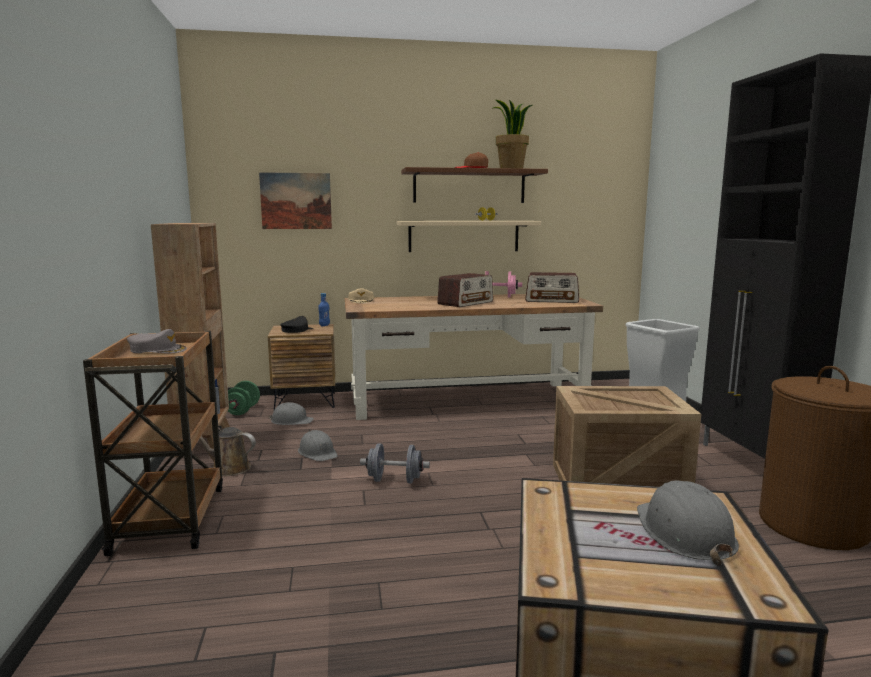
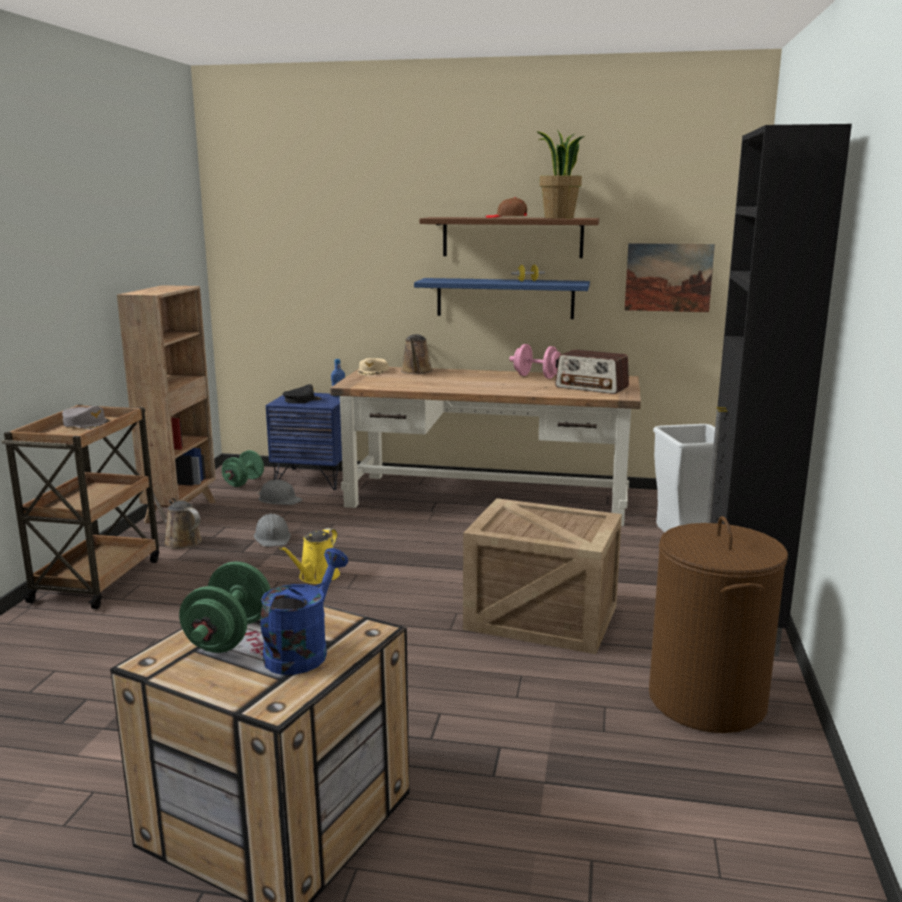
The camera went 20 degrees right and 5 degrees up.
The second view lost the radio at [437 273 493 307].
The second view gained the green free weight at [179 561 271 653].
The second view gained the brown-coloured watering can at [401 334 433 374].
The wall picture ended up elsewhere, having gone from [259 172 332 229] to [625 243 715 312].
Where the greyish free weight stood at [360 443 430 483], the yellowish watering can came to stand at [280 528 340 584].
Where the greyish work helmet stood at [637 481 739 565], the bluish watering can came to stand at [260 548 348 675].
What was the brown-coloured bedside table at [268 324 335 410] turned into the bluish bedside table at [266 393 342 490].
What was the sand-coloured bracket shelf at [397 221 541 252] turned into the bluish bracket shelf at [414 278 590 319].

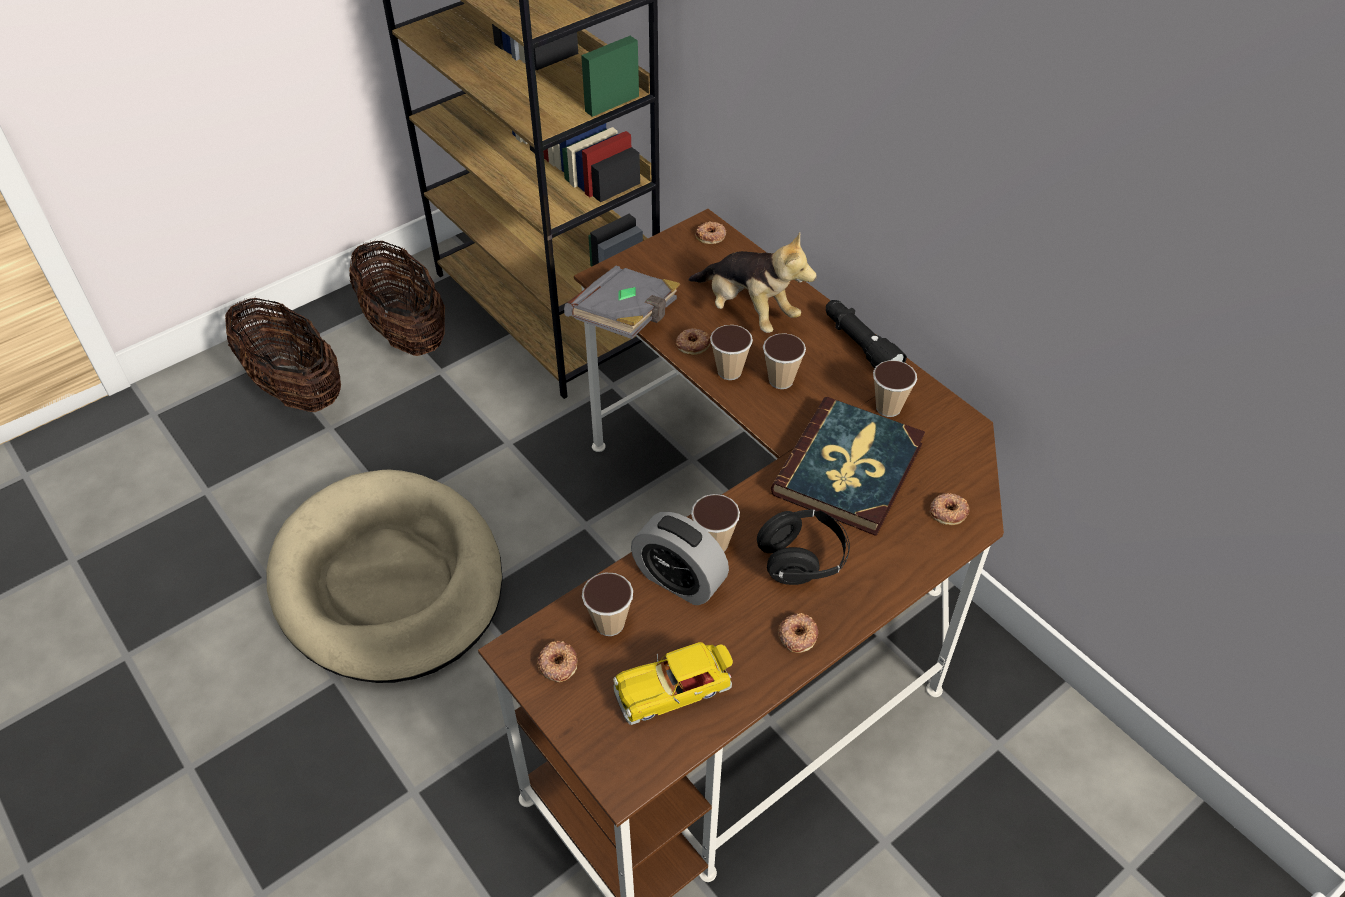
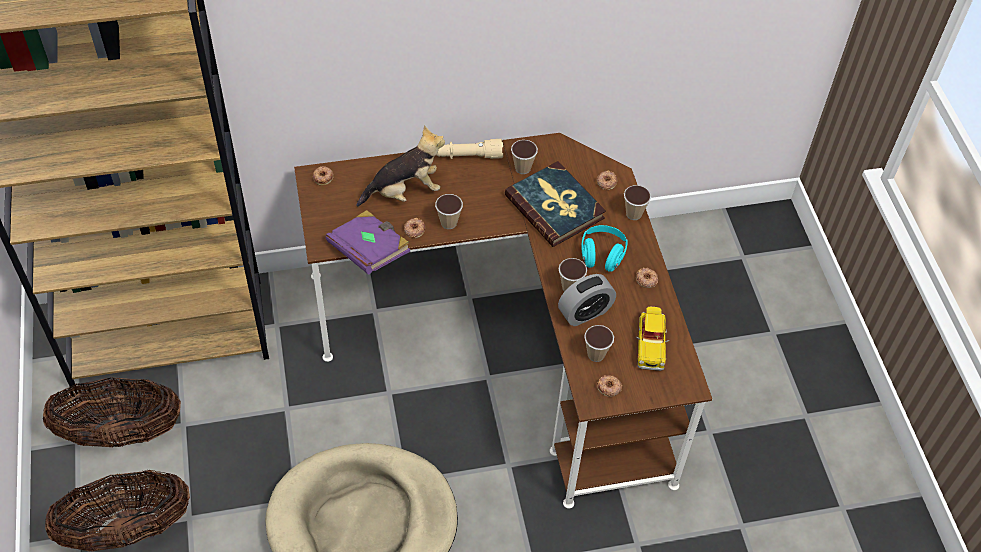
The camera went 65 degrees left and 5 degrees up.
The cup ended up elsewhere, having gone from [763 333 806 389] to [624 185 651 220].
What was the greyish book at [564 266 680 339] turned into the purplish book at [325 210 410 275].
What was the blackish headset at [757 509 850 585] turned into the turquoise headset at [581 225 627 271].
What was the blackish hand torch at [826 300 907 368] turned into the sand-coloured hand torch at [436 139 503 159].

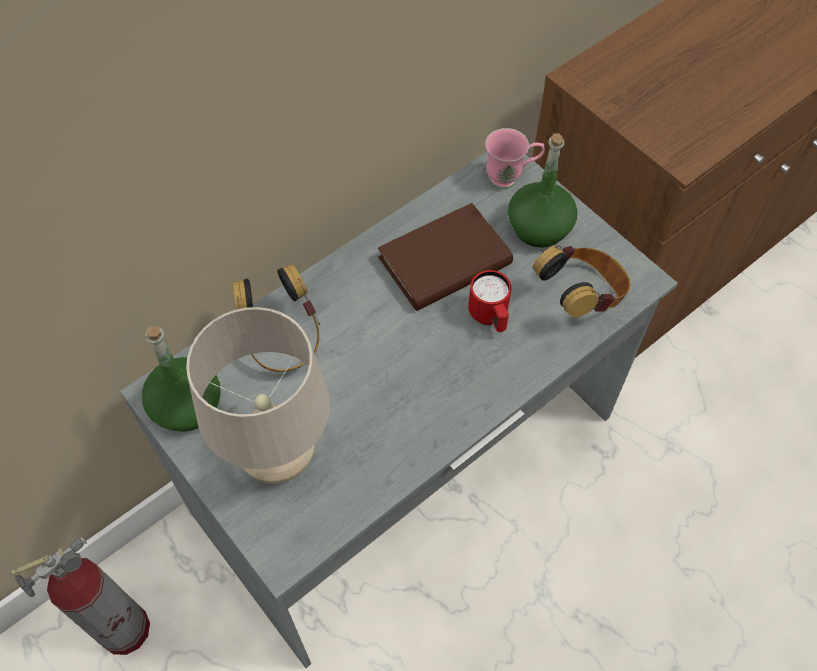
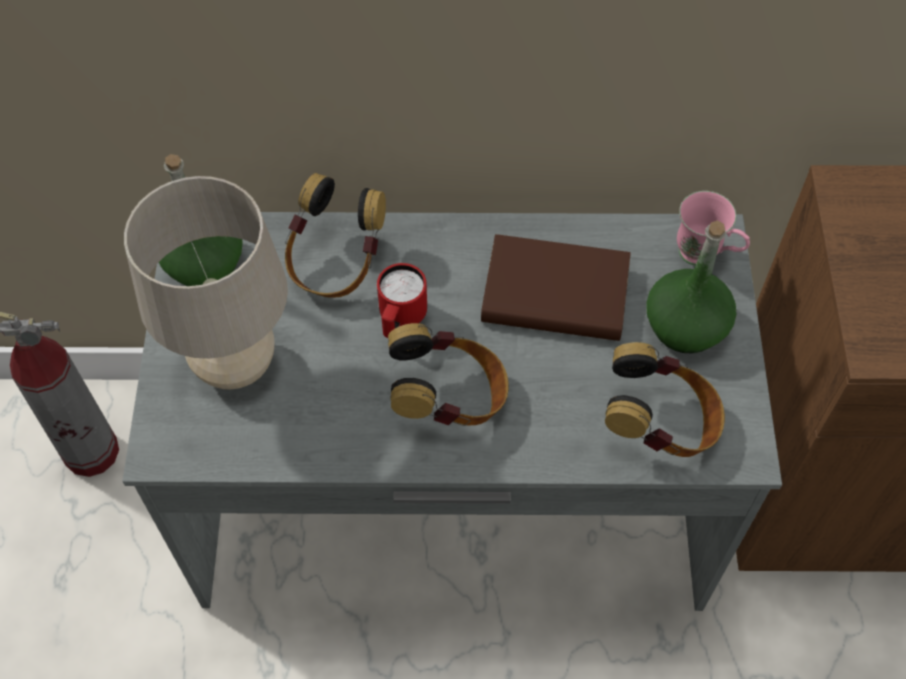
The camera went 40 degrees right and 0 degrees up.
The second view gained the headset at [388 323 509 426].
The red coffee mug ended up elsewhere, having gone from [468 270 511 332] to [377 263 427 338].

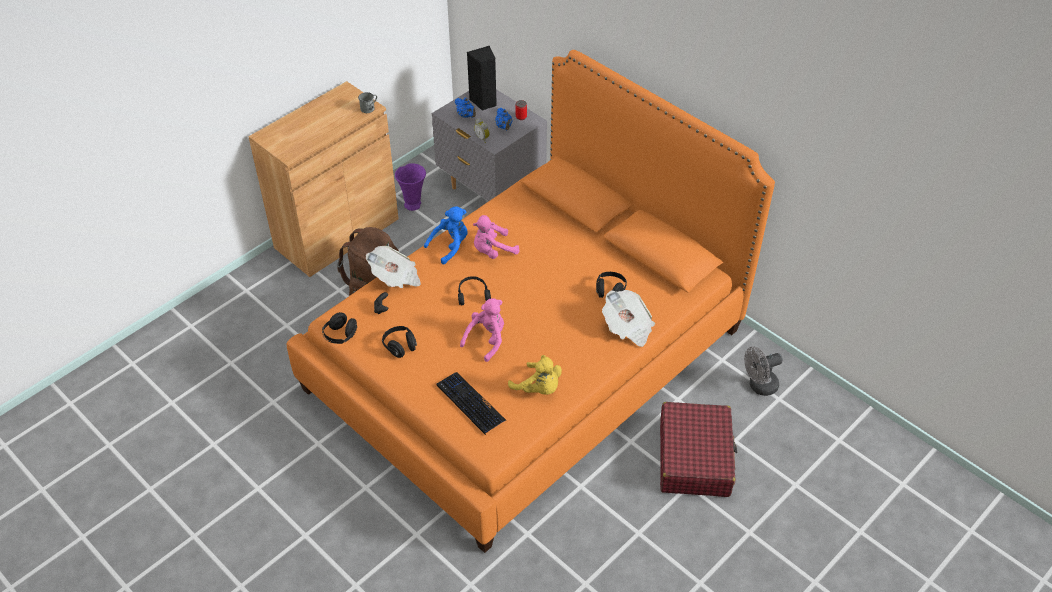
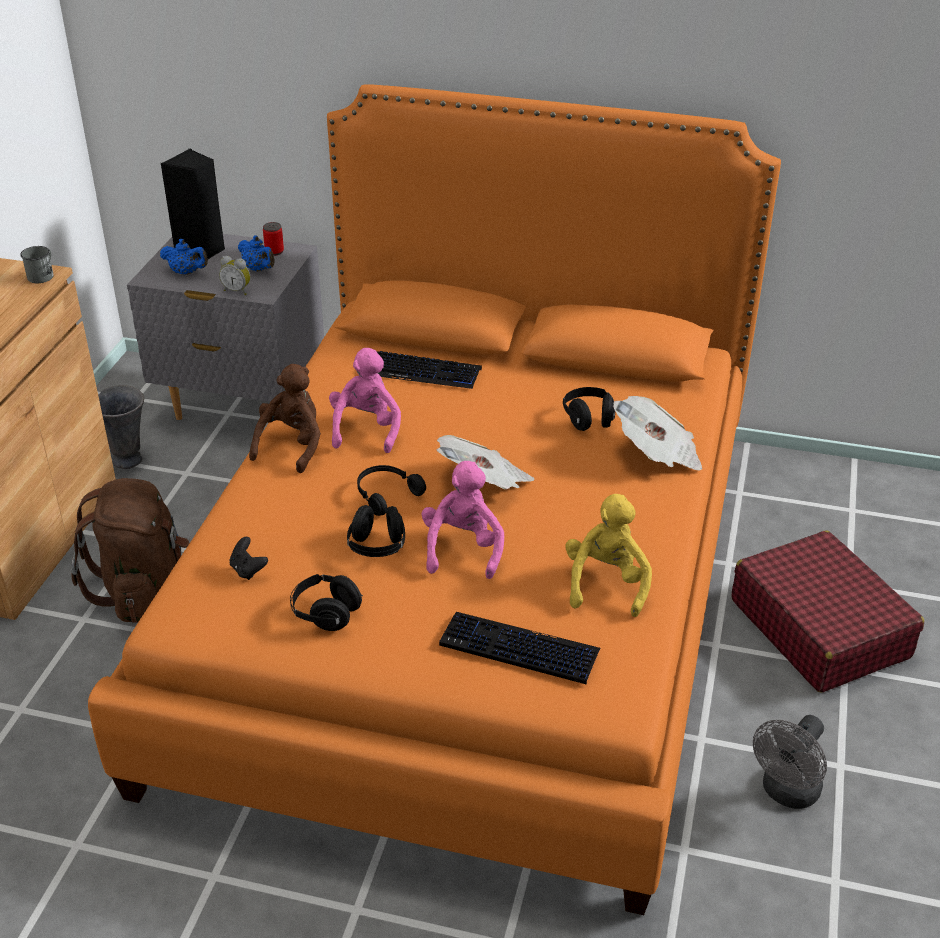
The camera went 30 degrees left and 10 degrees down.
The second view gained the computer keyboard at [376 351 482 389].
The blackish headset ended up elsewhere, having gone from [322 312 357 344] to [347 505 405 557].
The daily paper ended up elsewhere, having gone from [366 246 421 288] to [436 435 535 489].
The greyish fan ended up elsewhere, having gone from [744 347 783 396] to [753 715 827 809].
What was the purplish vase at [395 163 426 211] turned into the greyish vase at [98 385 144 469].
What was the bluish plush toy at [424 206 468 264] turned into the brown-coloured plush toy at [249 364 321 473].
The pink-coloured plush toy at [473 215 520 259] ended up facing another way, 150 degrees clockwise from before.
The yellowish plush toy at [508 355 562 395] ended up facing another way, 90 degrees counterclockwise from before.

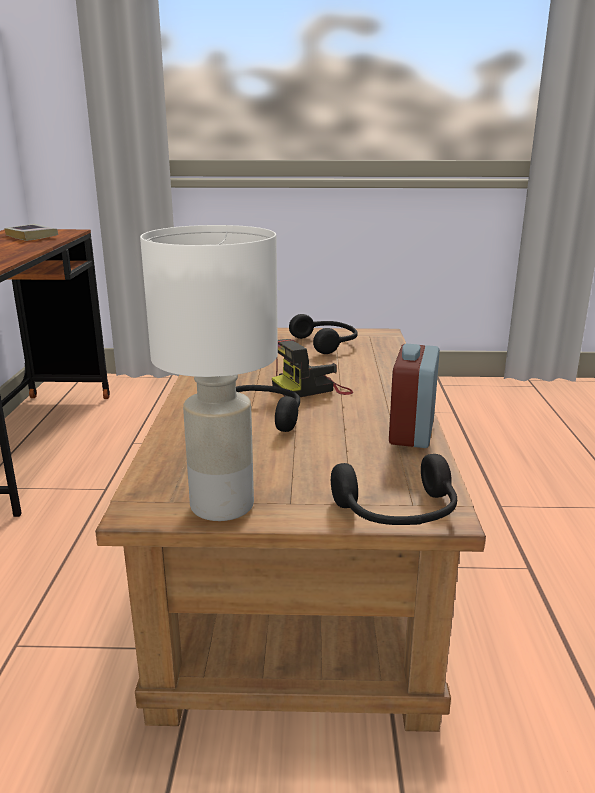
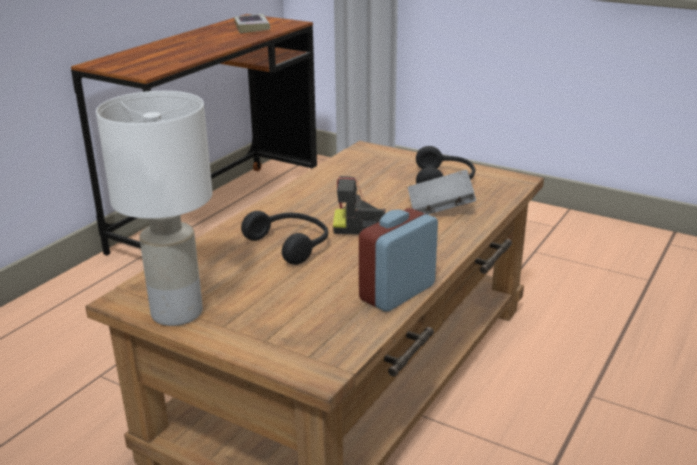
The camera went 30 degrees right and 5 degrees up.
The second view lost the blackish headset at [331 454 457 525].
The second view gained the greyish book at [408 170 476 215].

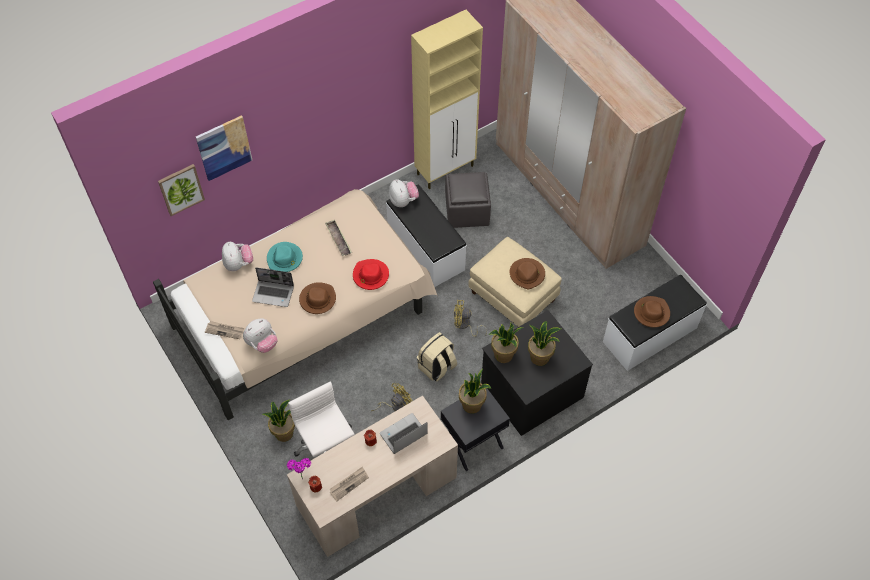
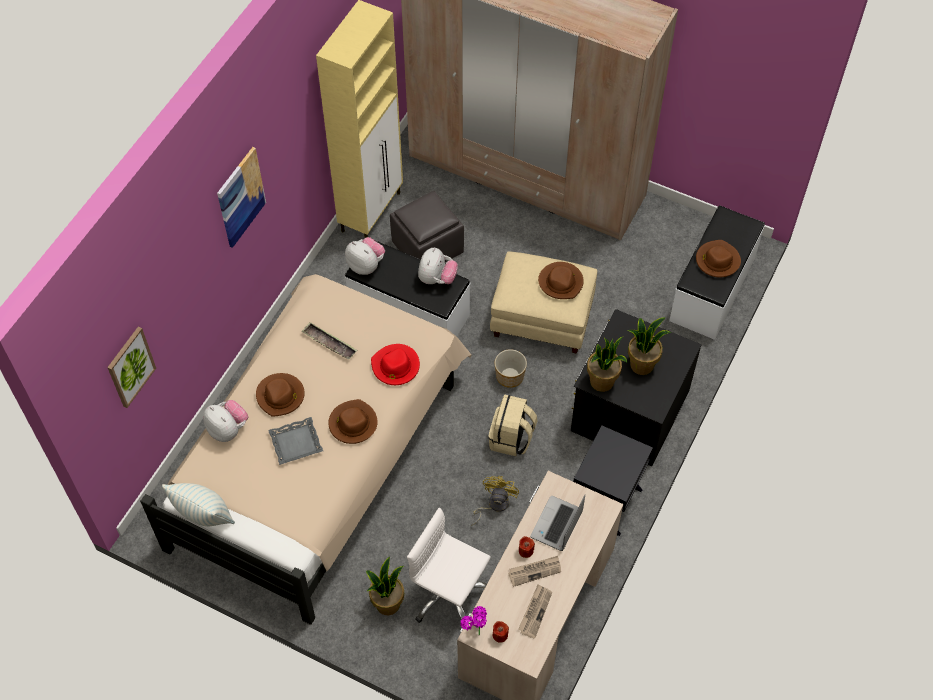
The camera went 30 degrees left and 0 degrees up.
The second view lost the houseplant at [459 369 492 414].
The second view gained the cushion at [162 483 235 526].
The wall picture ended up elsewhere, having gone from [196 115 252 181] to [217 147 266 248].
The daily paper ended up elsewhere, having gone from [205 321 244 339] to [508 556 561 587].
The plush toy ended up elsewhere, having gone from [243 318 278 353] to [418 247 458 284].
Where the laptop stood at [252 267 294 307], the greyish carrying tray came to stand at [268 417 323 465].
Where the yellowish fan stood at [454 300 487 337], the planter came to stand at [495 349 527 388].
What was the turquoise clothing hat at [267 242 303 272] turned into the brown-coloured clothing hat at [256 373 305 417].

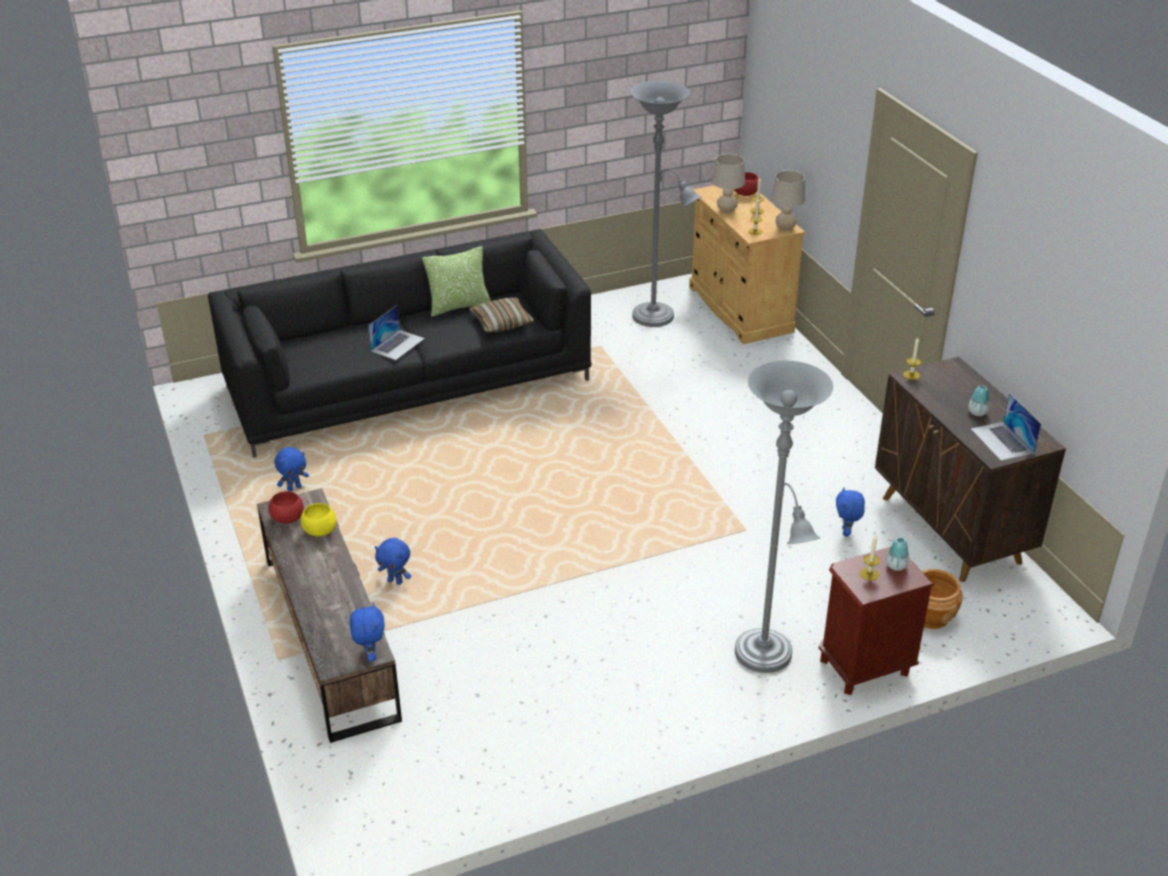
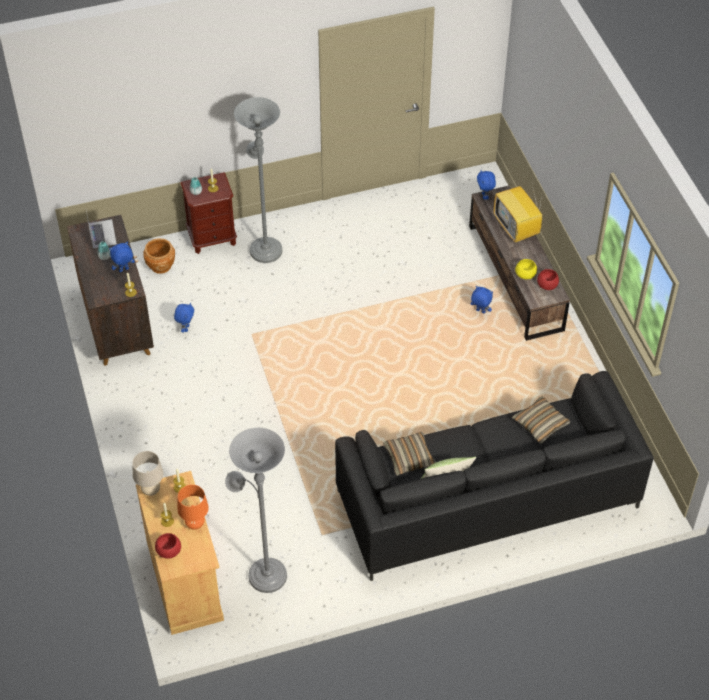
The camera went 175 degrees left and 15 degrees up.
The second view lost the laptop at [368 305 425 360].
The second view gained the TV set at [494 185 542 243].
The second view gained the cushion at [512 397 570 444].
The bluish plush toy ended up elsewhere, having gone from [274 447 309 491] to [109 242 135 272].
What was the sand-coloured tabletop lamp at [712 154 745 213] turned into the orange-coloured tabletop lamp at [178 485 209 530].

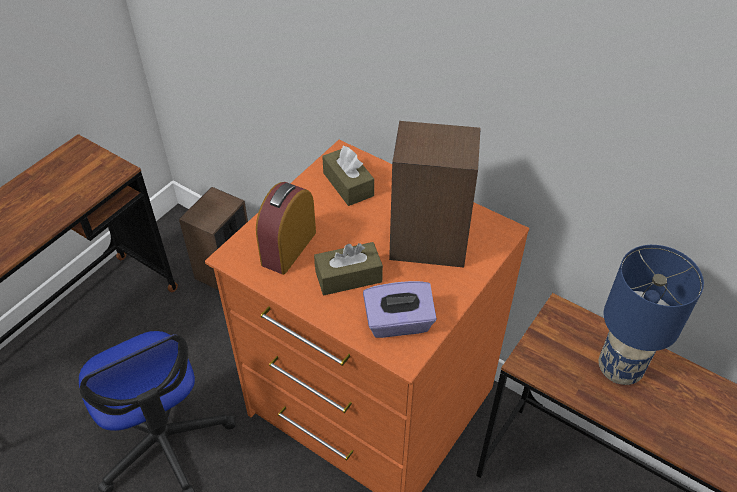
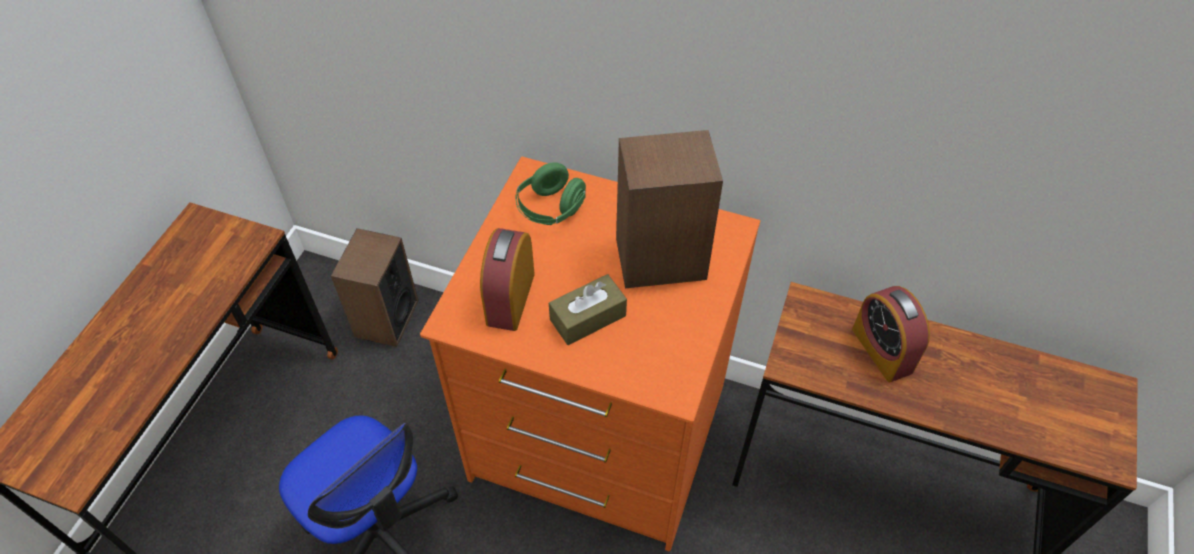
The camera went 15 degrees left and 5 degrees up.
The second view lost the purplish tissue holder at [363 281 437 338].
Where the brown-coloured tissue holder stood at [322 146 374 206], the green headset came to stand at [516 162 586 225].
Where the bluish tabletop lamp stood at [599 245 704 385], the bedside clock came to stand at [852 286 930 382].

